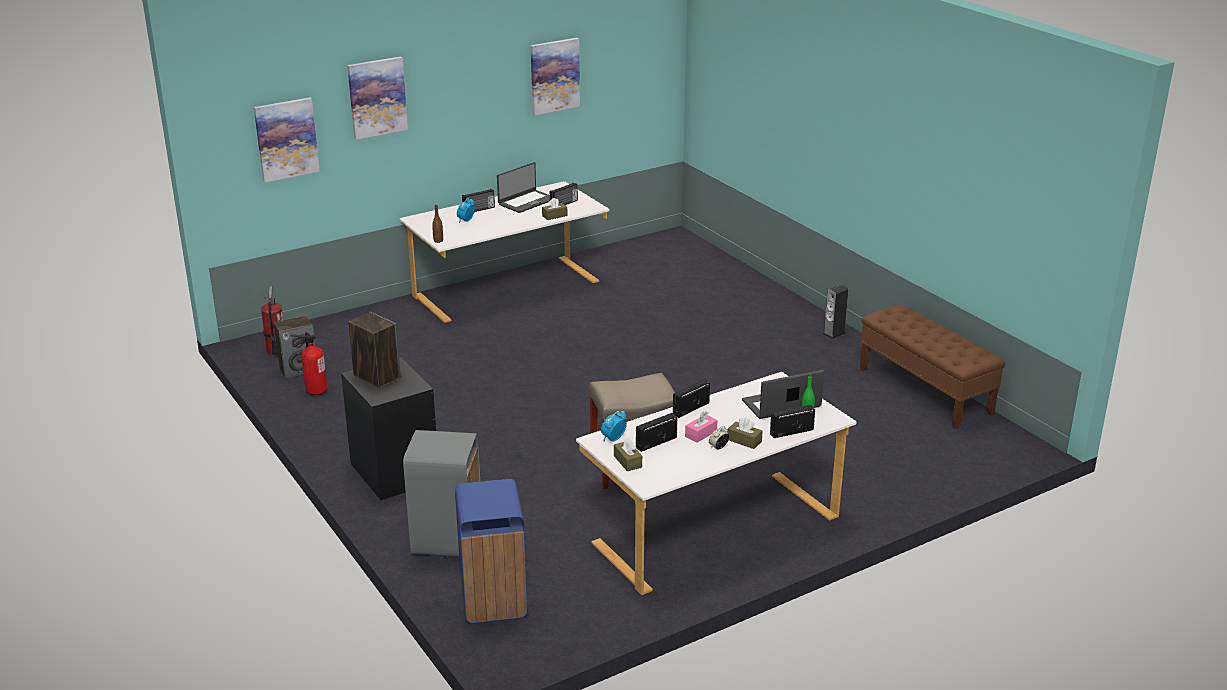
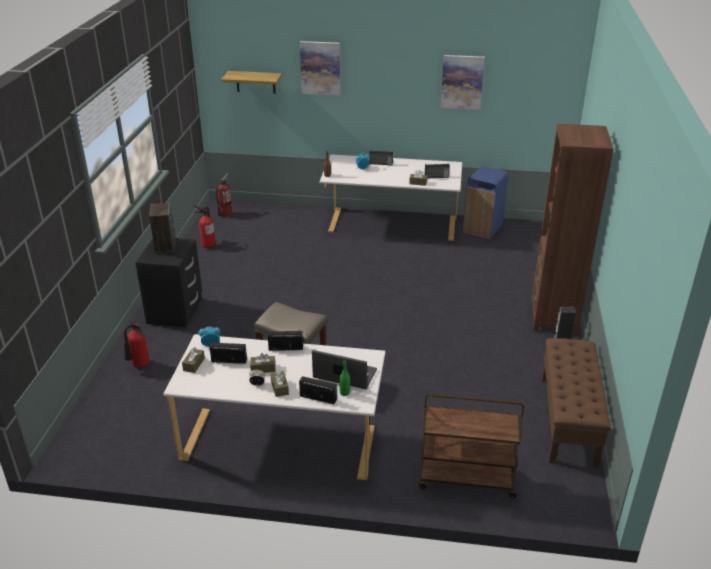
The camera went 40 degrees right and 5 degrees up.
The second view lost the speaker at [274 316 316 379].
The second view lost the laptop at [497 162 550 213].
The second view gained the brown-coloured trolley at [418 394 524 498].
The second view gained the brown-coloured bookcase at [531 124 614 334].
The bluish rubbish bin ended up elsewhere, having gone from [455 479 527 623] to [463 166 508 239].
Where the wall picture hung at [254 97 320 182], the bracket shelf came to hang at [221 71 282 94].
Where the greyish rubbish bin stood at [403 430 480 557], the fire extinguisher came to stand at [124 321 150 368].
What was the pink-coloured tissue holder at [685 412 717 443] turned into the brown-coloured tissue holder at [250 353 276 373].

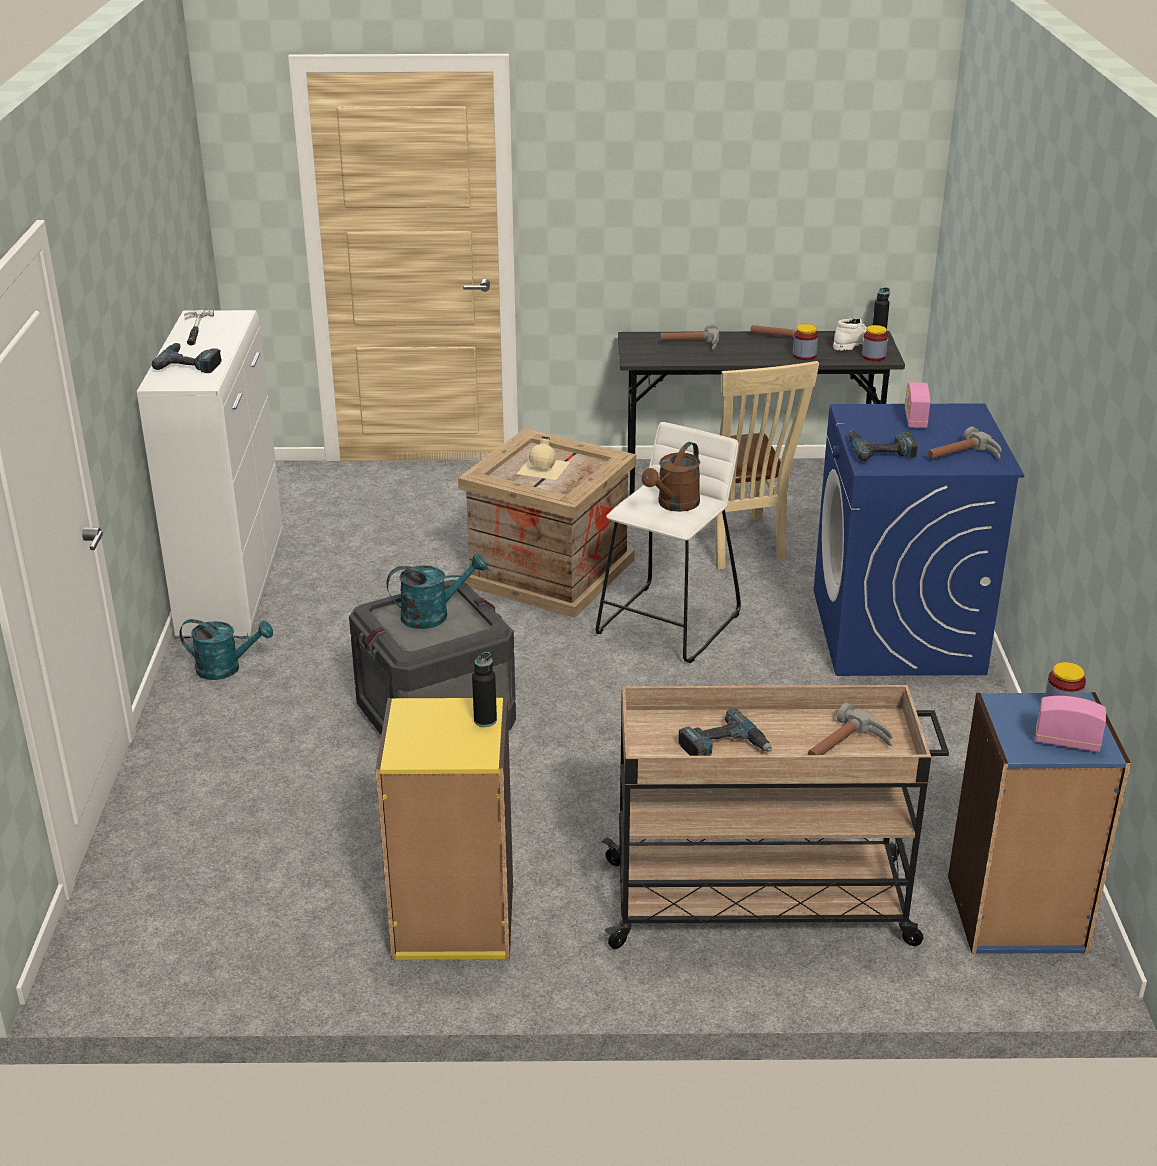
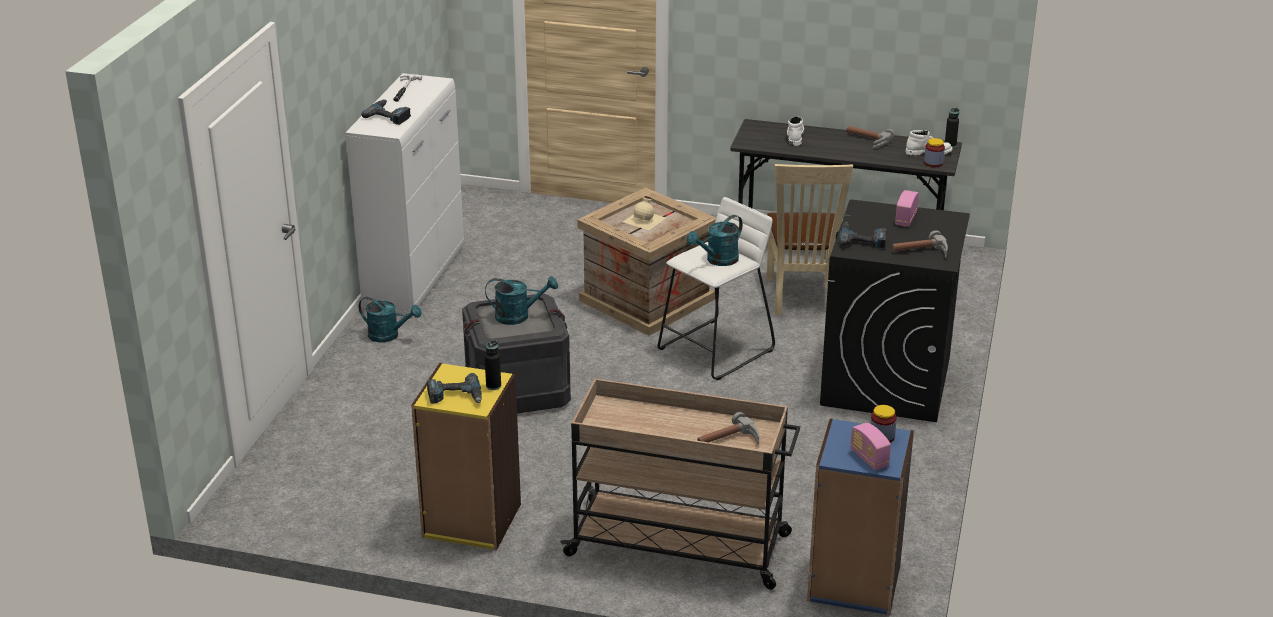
The camera went 15 degrees right and 0 degrees up.
The second view lost the preserve jar at [793 324 818 360].
The electric drill ended up elsewhere, having gone from [678 708 772 756] to [427 373 482 404].
Where the hand hammer stood at [660 324 719 350], the white-coloured high-top boot came to stand at [787 116 804 146].
What was the brown-coloured watering can at [642 442 700 512] turned into the turquoise watering can at [687 215 742 266].
What was the bluish laundry machine at [814 403 1024 676] turned into the blackish laundry machine at [820 199 970 422].
The radio at [1035 696 1106 752] ended up facing another way, 150 degrees counterclockwise from before.

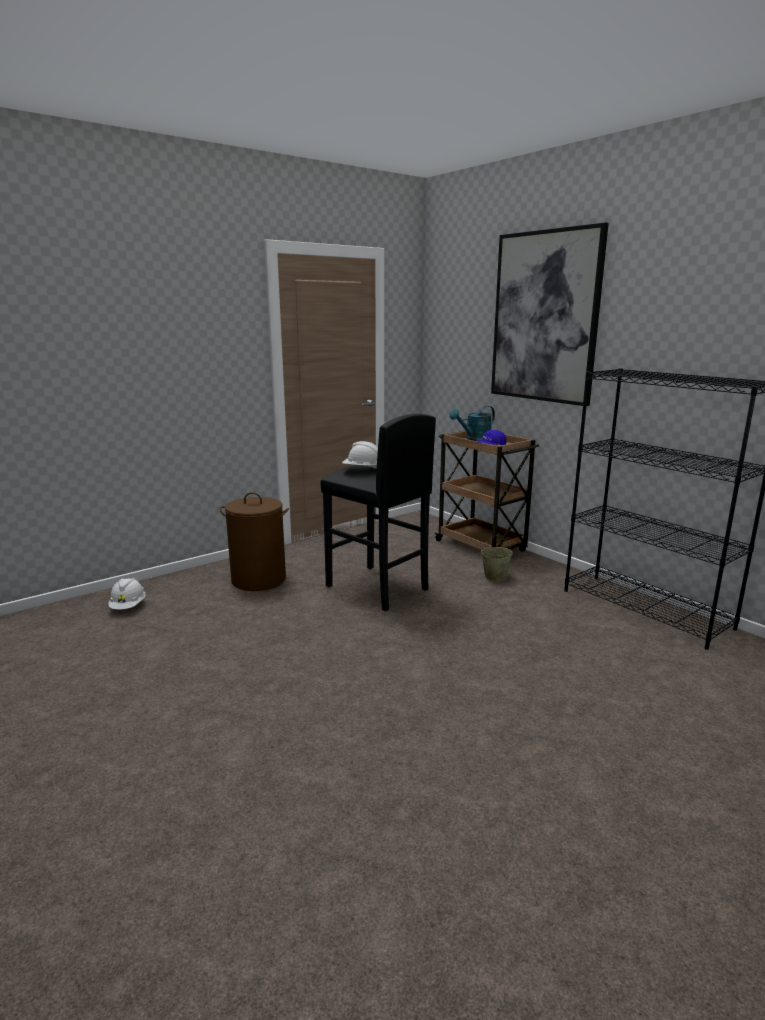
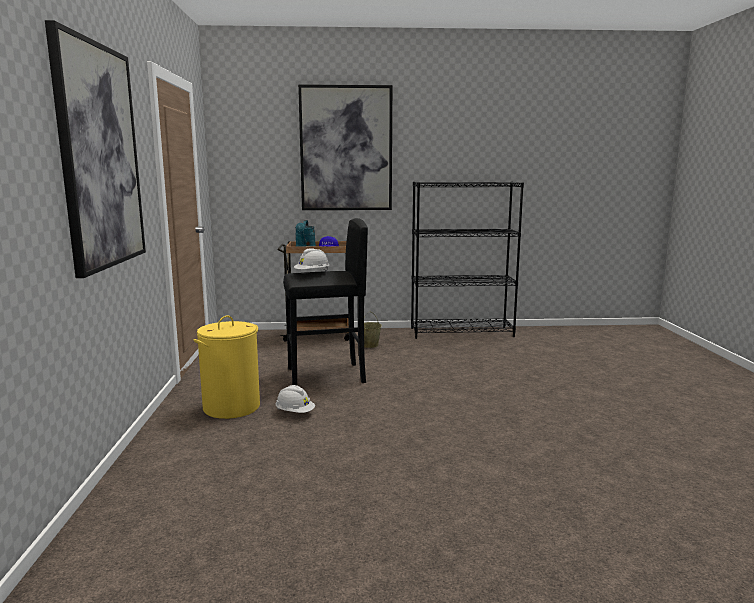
The camera went 55 degrees left and 5 degrees down.
The second view gained the wall picture at [45 20 146 278].
The white-coloured work helmet ended up elsewhere, having gone from [109 578 146 610] to [275 385 315 413].
What was the brown-coloured washing basket at [220 492 289 591] turned into the yellowish washing basket at [194 315 260 419].

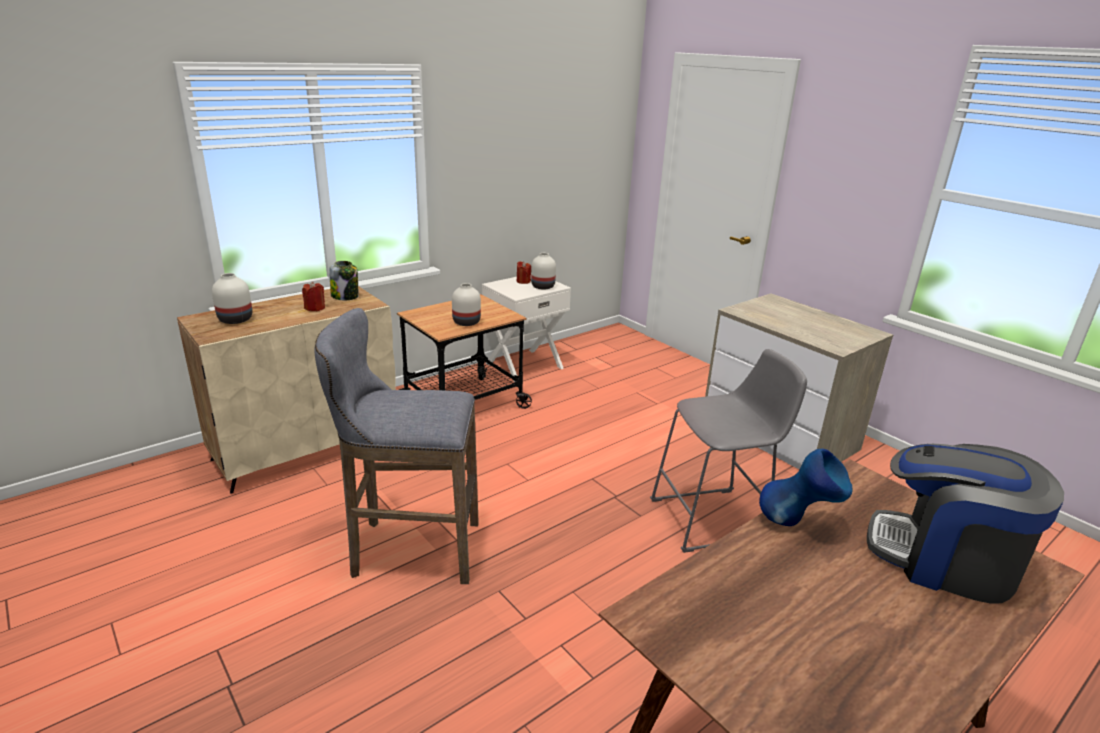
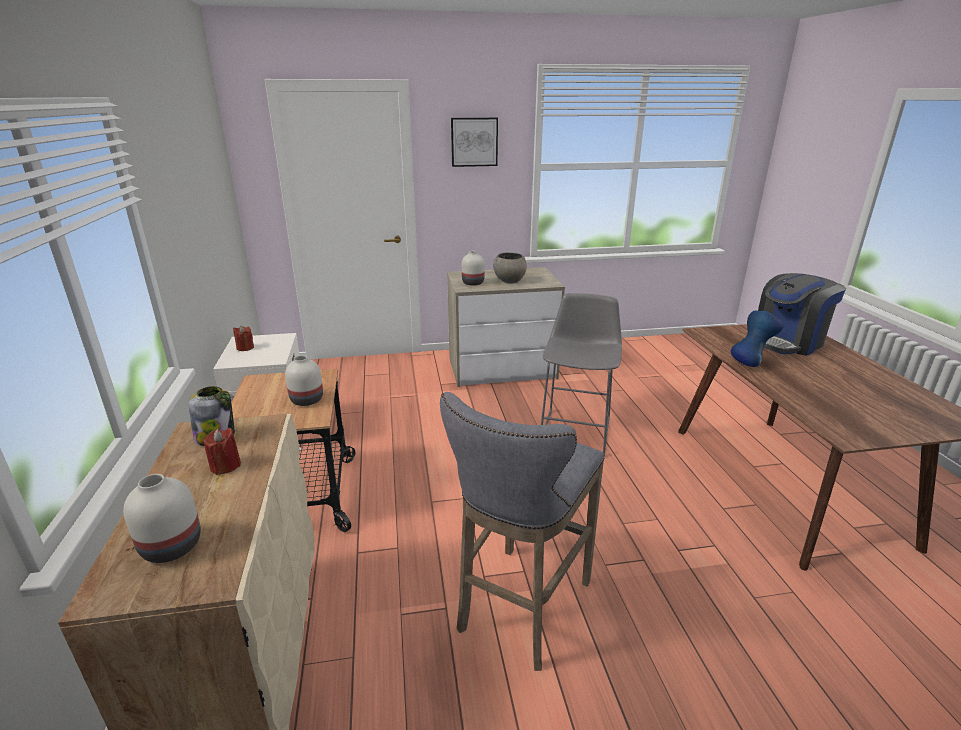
The camera went 60 degrees left and 0 degrees up.
The second view gained the wall picture at [451 118 498 167].
The second view gained the greyish deep dish at [493 252 527 284].
The white-coloured vase ended up elsewhere, having gone from [531 253 556 290] to [462 251 485 285].

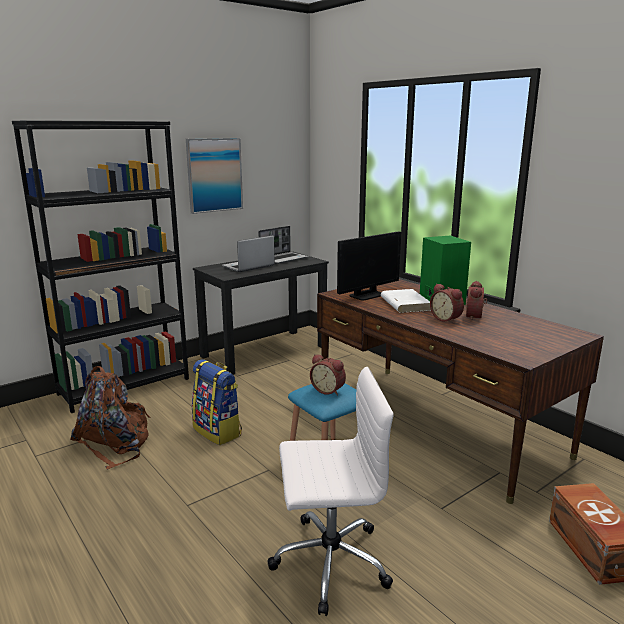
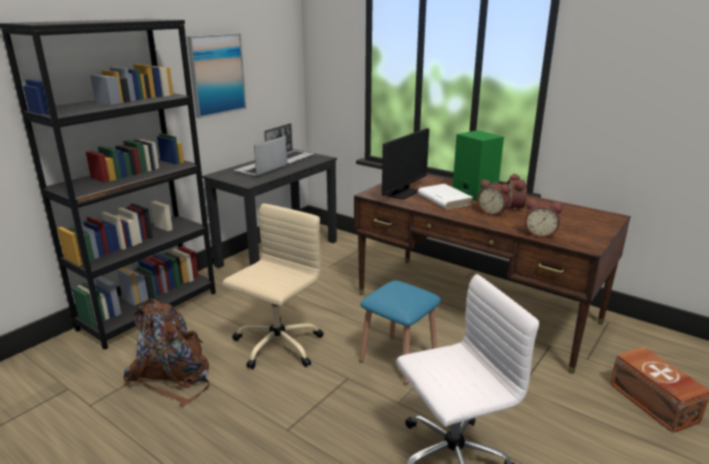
The camera went 15 degrees left and 5 degrees up.
The bedside clock ended up elsewhere, having gone from [310 354 346 396] to [525 199 563 238].
Where the backpack stood at [192 359 242 445], the sand-coloured office chair came to stand at [222 204 323 369].

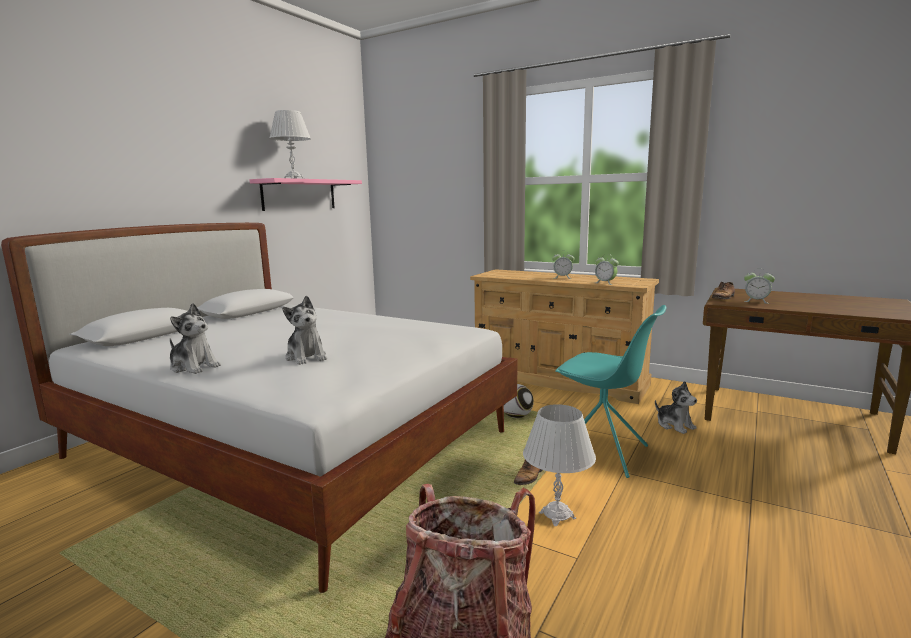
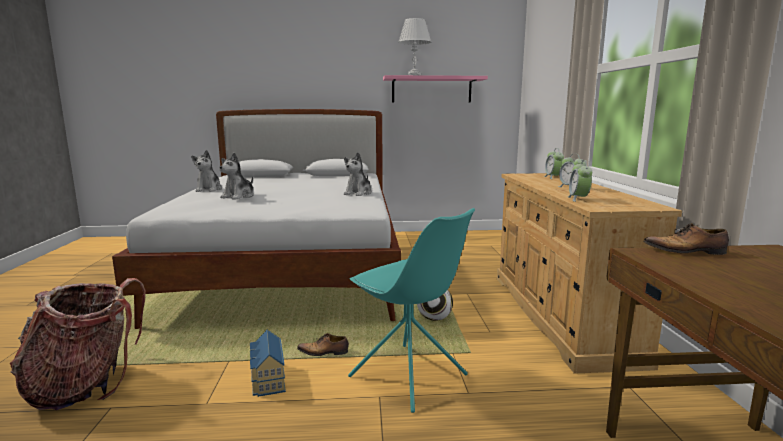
The camera went 55 degrees right and 0 degrees up.
The plush toy ended up elsewhere, having gone from [655 381 697 434] to [344 152 372 196].
The bedside clock ended up elsewhere, having gone from [744 270 775 304] to [544 148 564 179].
Where the white-coloured tabletop lamp stood at [523 404 596 526], the miniature house came to stand at [250 330 286 397].
The turquoise chair at [555 305 667 478] ended up facing another way, 45 degrees counterclockwise from before.

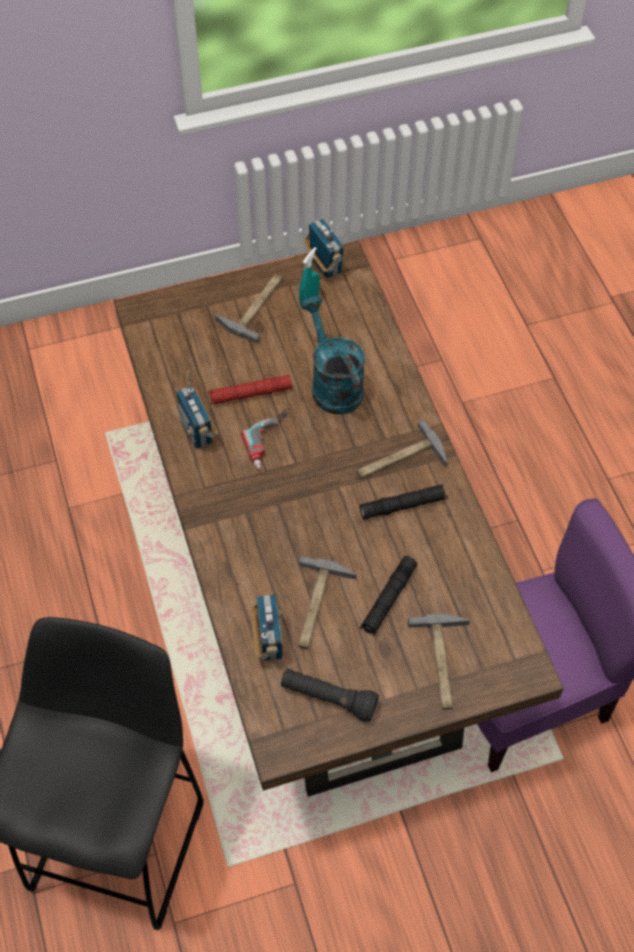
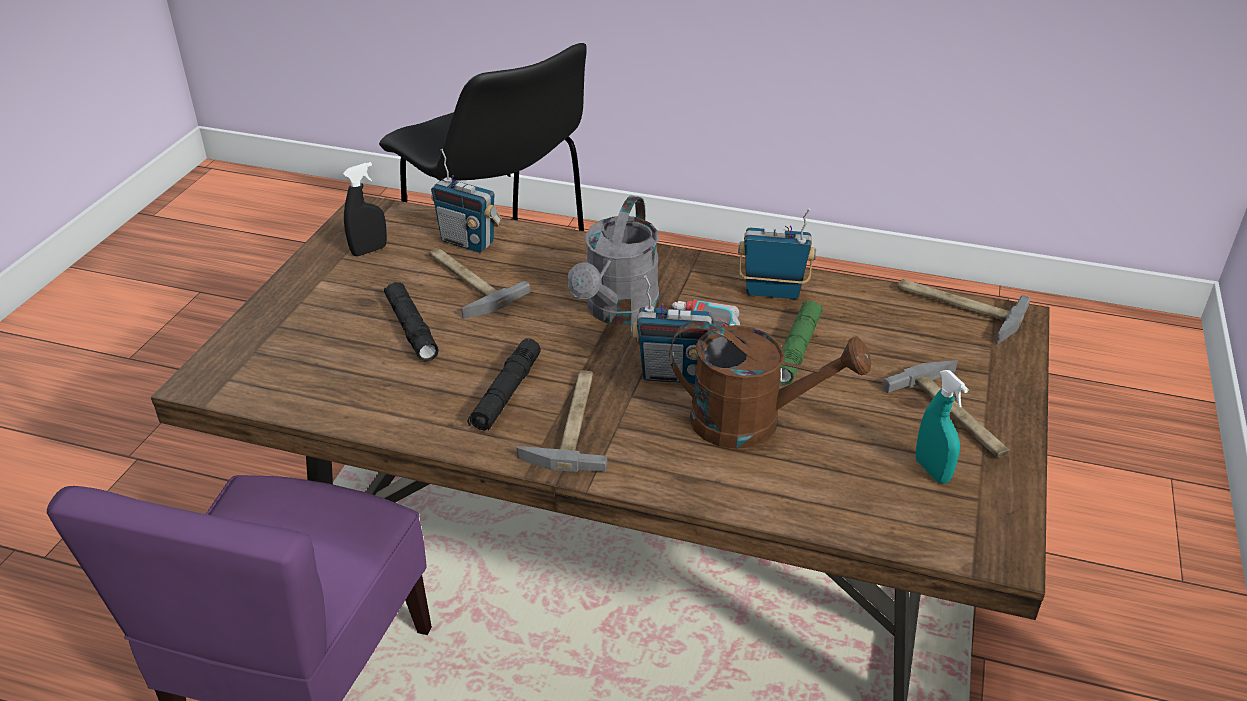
The camera went 125 degrees right and 20 degrees down.
The second view gained the greyish watering can at [567 195 659 325].
The radio ended up elsewhere, having gone from [304 219 344 278] to [631 275 712 384].
The hand hammer ended up elsewhere, having gone from [408 614 470 710] to [898 279 1030 344].
Where the blackish hand torch stood at [281 669 379 722], the blackish sprayer came to stand at [343 162 387 256].
What was the red hand torch at [208 375 292 405] turned into the green hand torch at [780 301 823 385].
What was the turquoise watering can at [301 296 365 414] turned into the brown-coloured watering can at [669 321 871 449].

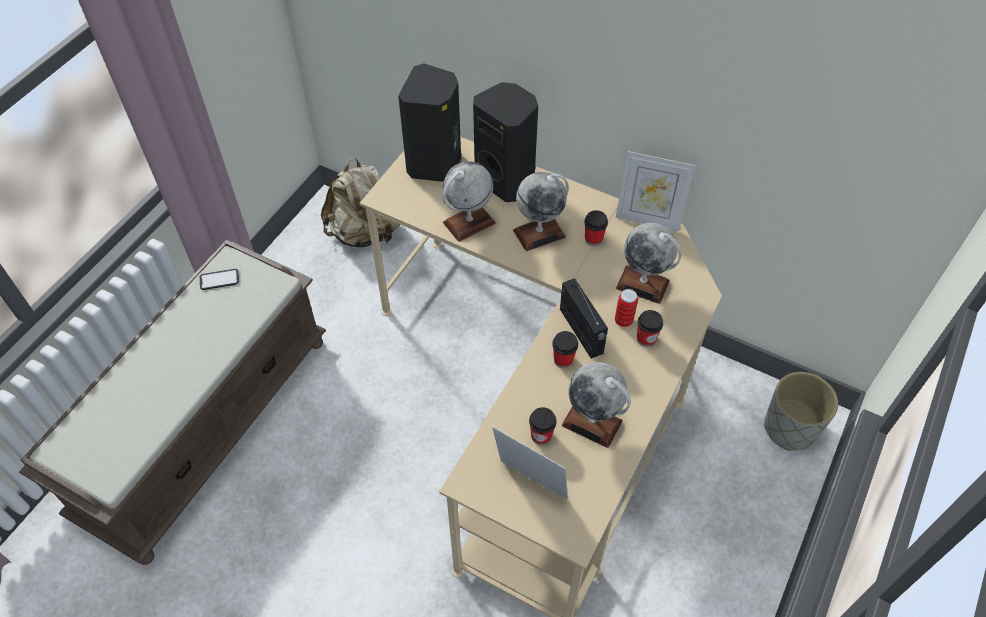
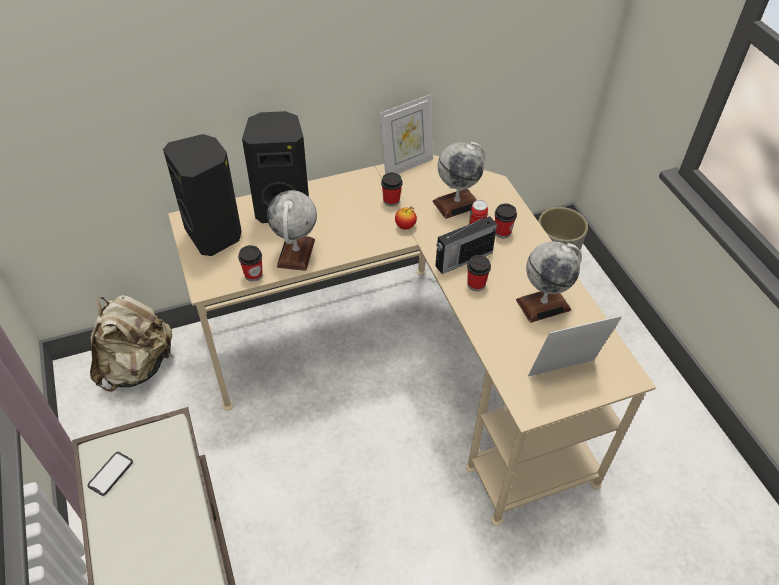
The camera went 50 degrees left and 5 degrees down.
The second view lost the world globe at [513 172 569 251].
The second view gained the apple fruit at [395 206 417 230].
The cup ended up elsewhere, having gone from [529 407 557 445] to [238 245 263 282].
The radio at [560 278 608 359] ended up facing another way, 135 degrees clockwise from before.

